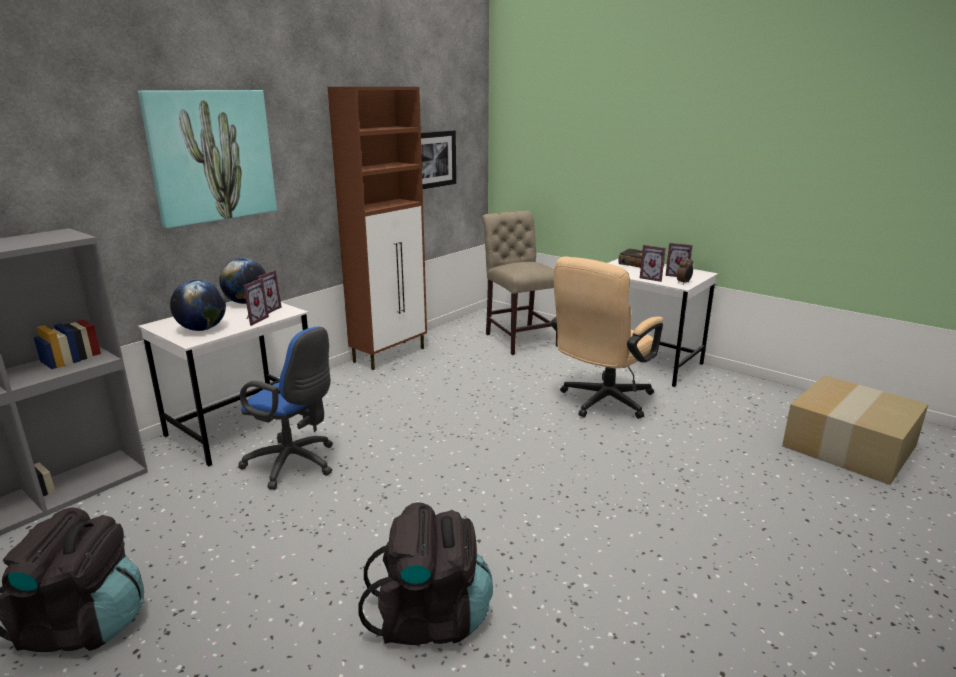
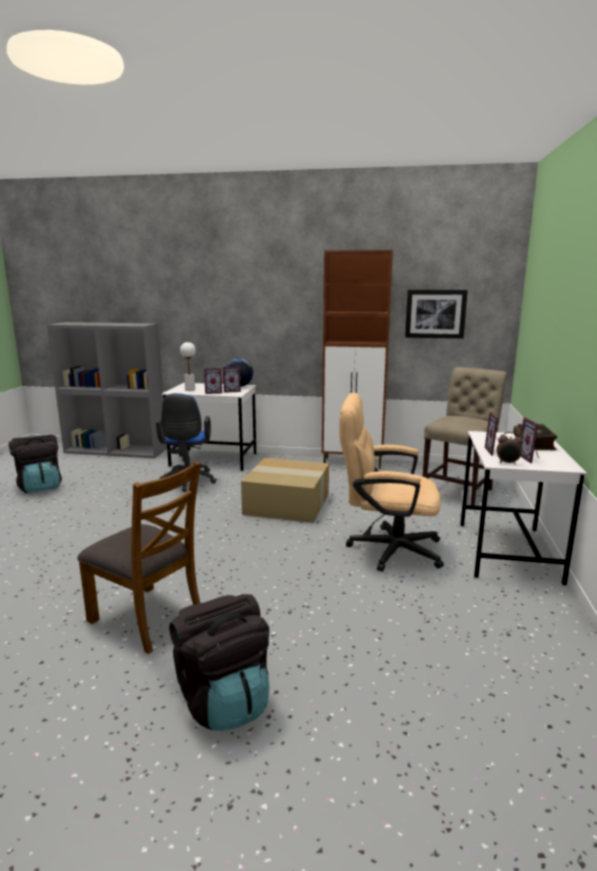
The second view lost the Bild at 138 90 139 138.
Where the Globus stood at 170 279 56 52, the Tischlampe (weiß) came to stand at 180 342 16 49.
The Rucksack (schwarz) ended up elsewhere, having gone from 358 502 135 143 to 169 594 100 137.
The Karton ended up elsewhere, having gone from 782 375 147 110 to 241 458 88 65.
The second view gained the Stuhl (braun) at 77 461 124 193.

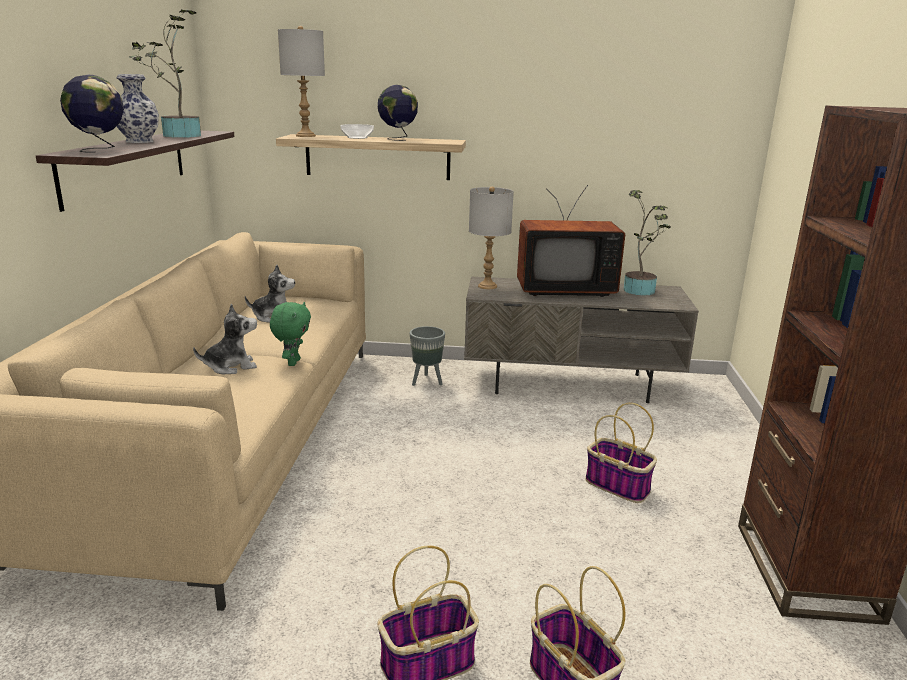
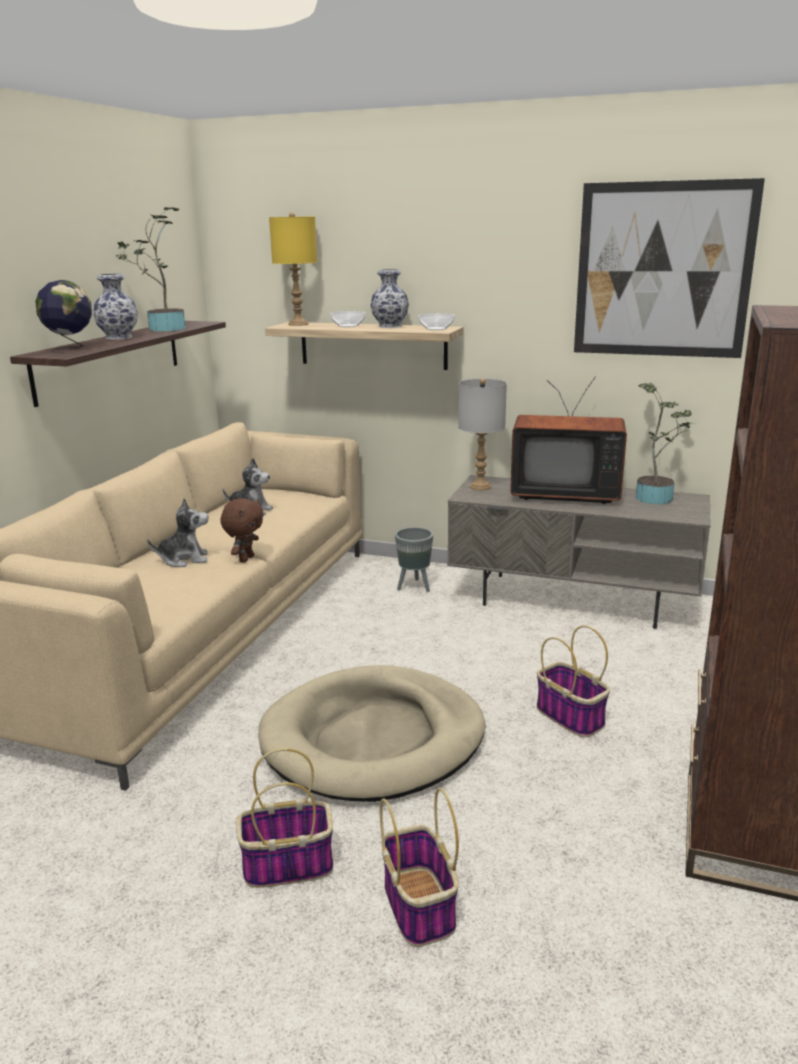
What was the Plüschtier (grün) at 270 302 41 64 turned into the Plüschtier (braun) at 220 498 44 65.
What was the Tischlampe (grau) at 278 26 47 111 turned into the Tischlampe (gelb) at 269 212 48 114.
Where the Globus stood at 378 85 40 56, the Vase came to stand at 371 269 38 59.
The second view gained the Hundebett (beige) at 258 665 227 137.
The second view gained the Schüssel at 418 313 37 17.
The second view gained the Bild at 574 178 191 180.

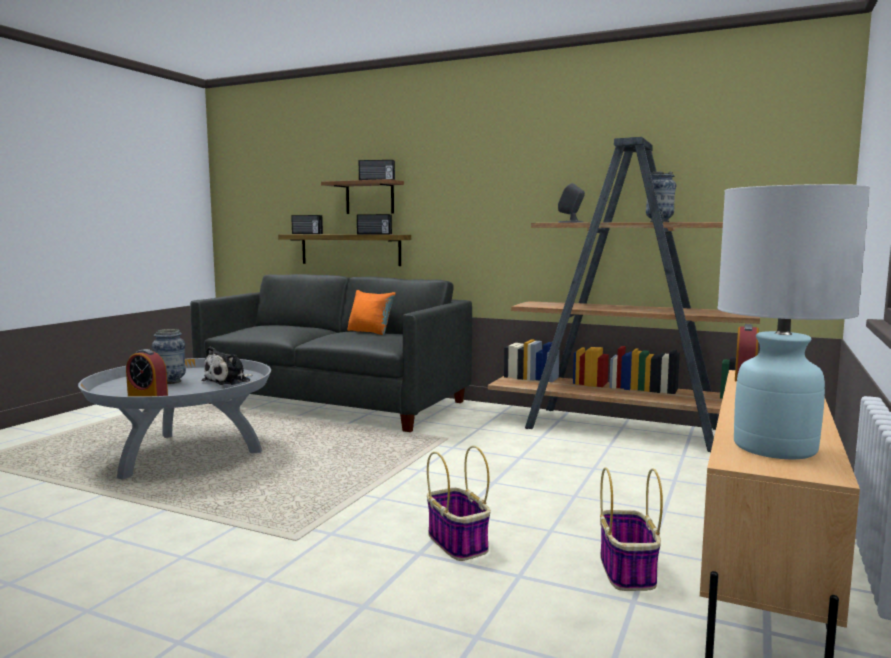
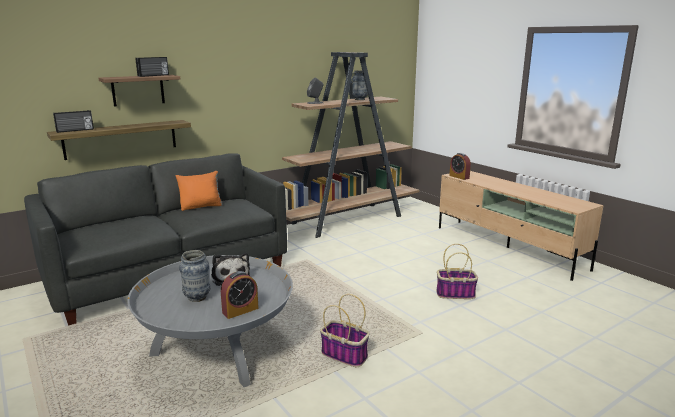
The second view lost the Radio at 357 214 35 20.
The Korb ended up elsewhere, having gone from 600 467 63 124 to 320 294 49 73.
The second view lost the Tischlampe (weiß) at 717 184 153 275.

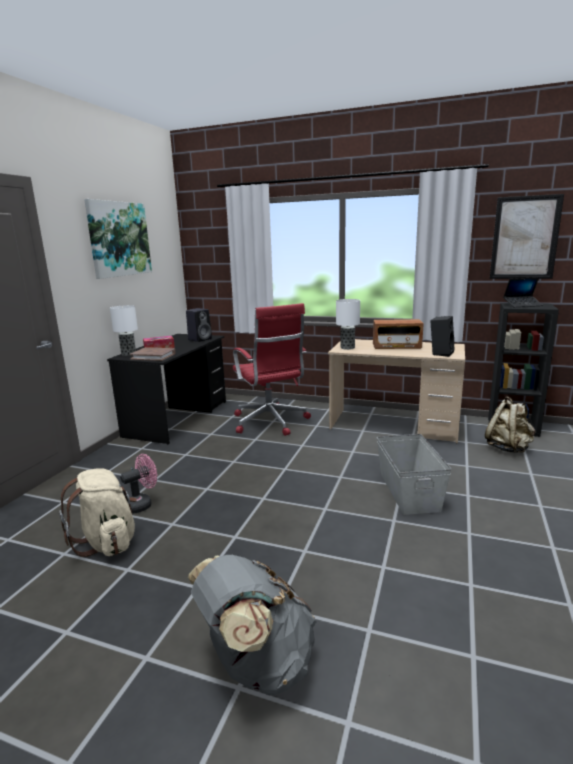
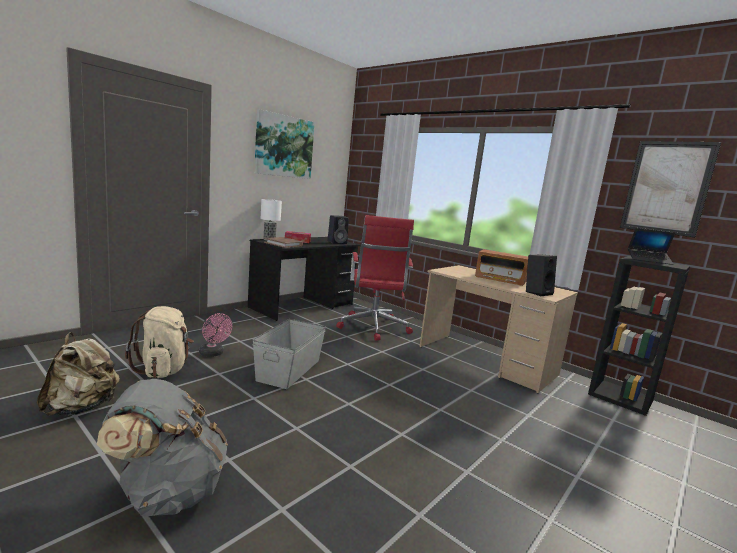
The Ventilator (rosa) at 120 454 37 60 ended up facing another way, 60 degrees clockwise from before.
The second view lost the Tischlampe at 336 299 24 51.
The Aufbewahrungsbox (grau) ended up elsewhere, having gone from 377 434 74 81 to 252 319 74 70.
The Rucksack (beige) ended up elsewhere, having gone from 485 396 50 57 to 37 332 83 84.

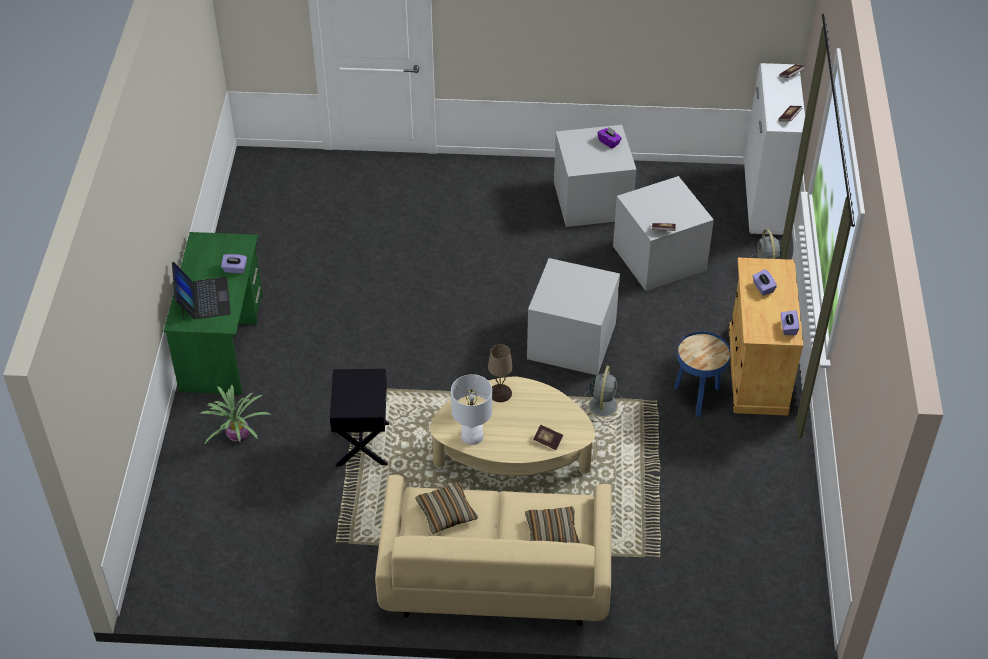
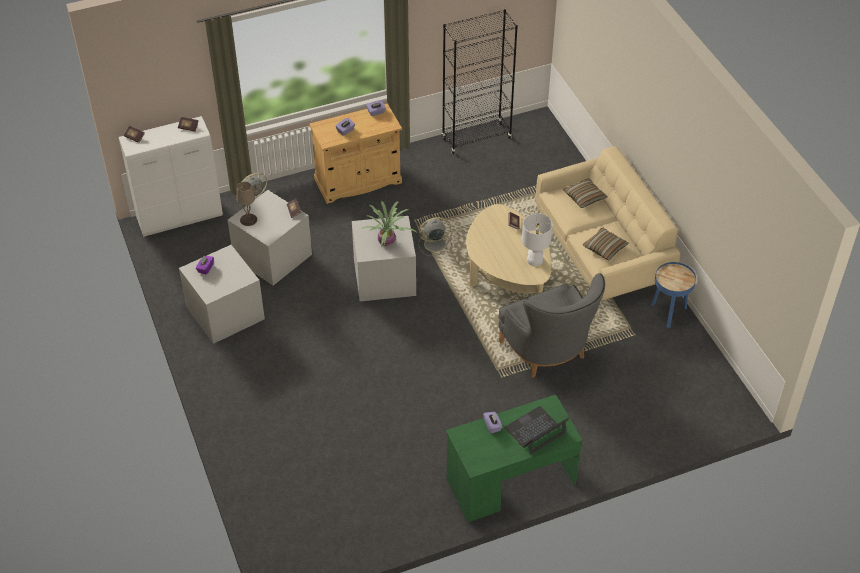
The Topfpflanze ended up elsewhere, having gone from 201 385 70 60 to 361 201 57 47.
Where the Beistelltisch (schwarz) stood at 330 369 59 97, the Sessel (grau) came to stand at 498 273 107 105.
The Tischlampe (beige) ended up elsewhere, having gone from 488 344 25 58 to 237 182 20 44.
The Beistelltisch (blau) ended up elsewhere, having gone from 674 332 57 85 to 651 262 45 66.
The second view gained the Bücherregal (schwarz) at 442 9 76 145.

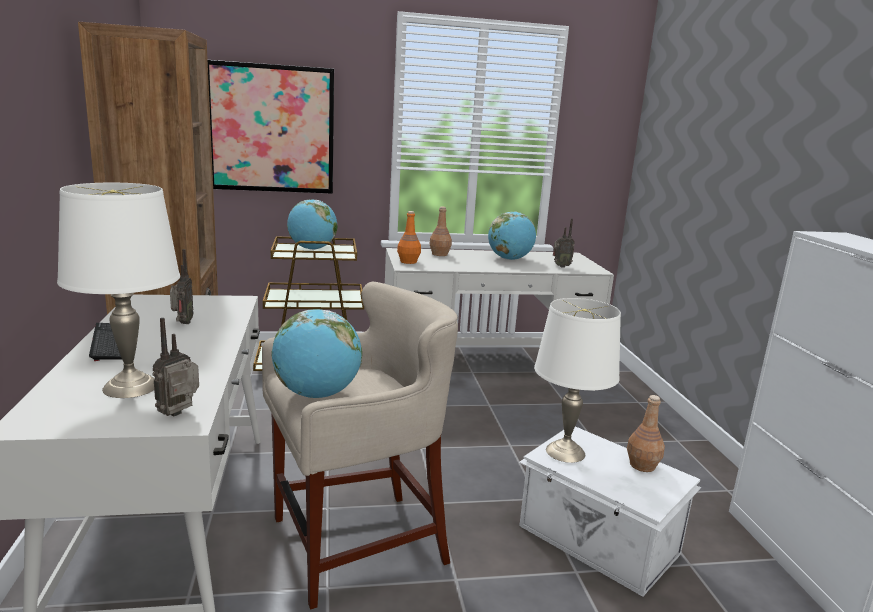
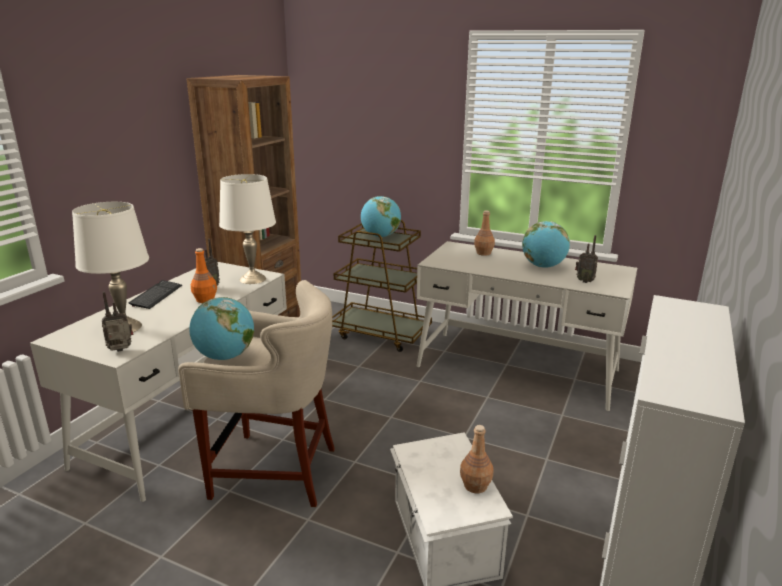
The second view lost the Bild at 208 60 126 134.
The Flasche (orange) ended up elsewhere, having gone from 397 211 24 53 to 191 248 26 55.
The Tischlampe (weiß) ended up elsewhere, having gone from 534 298 87 165 to 219 174 57 110.

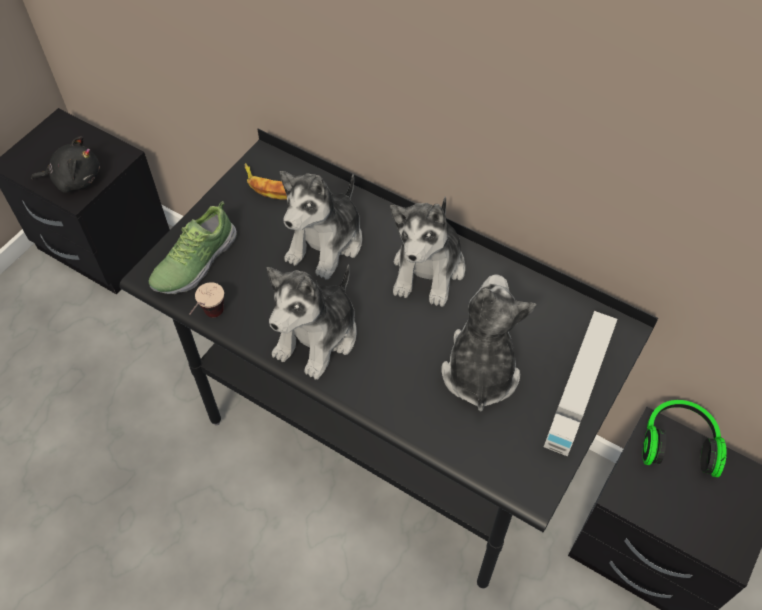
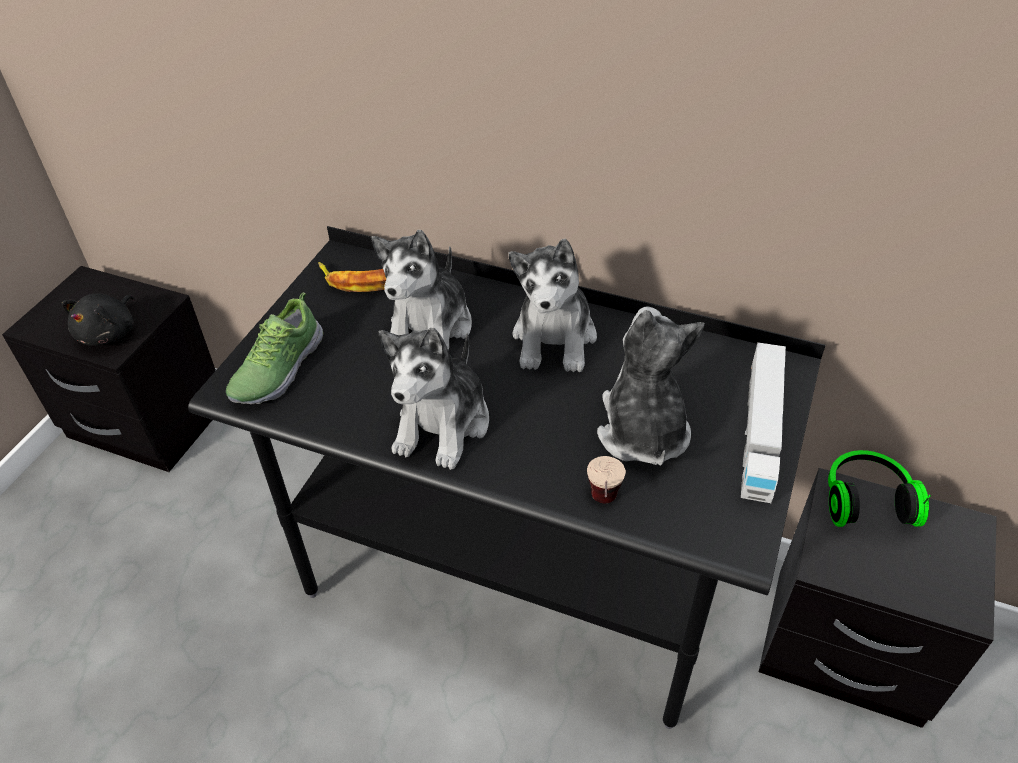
The Plüschtier (schwarz) at 31 136 69 57 ended up facing another way, 120 degrees clockwise from before.
The Tasse ended up elsewhere, having gone from 189 282 35 36 to 587 456 39 47.

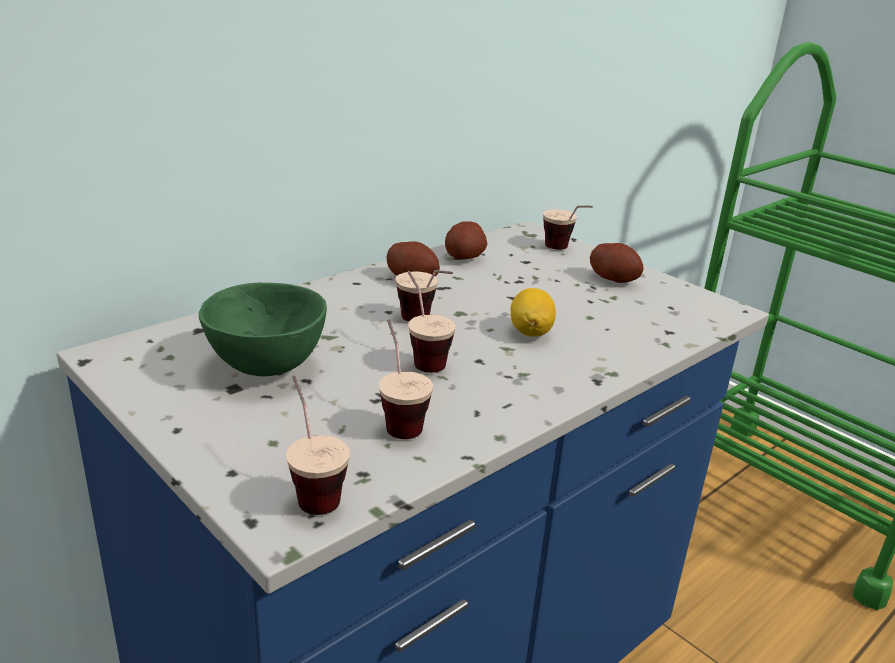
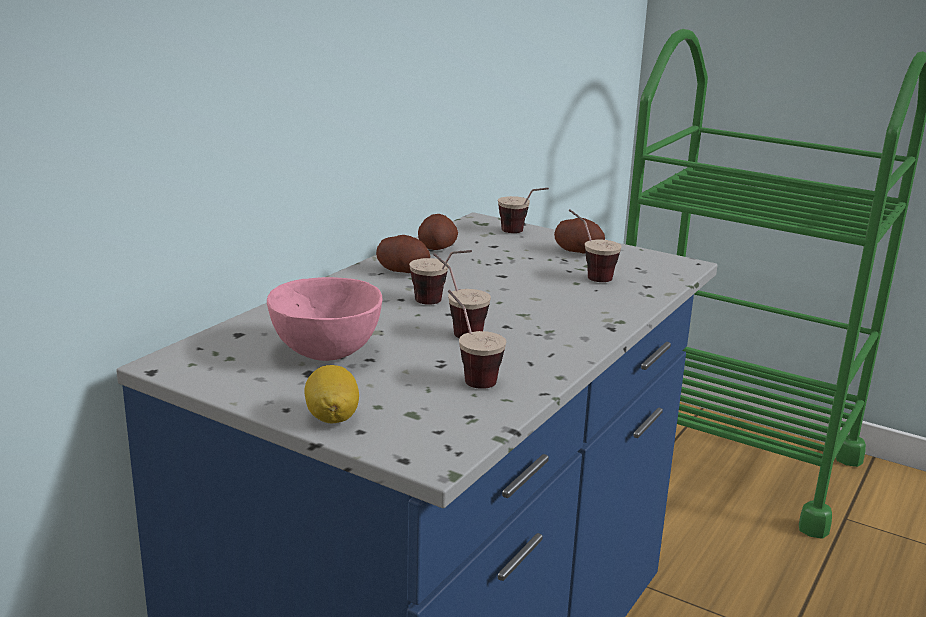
What was the Schüssel (grün) at 199 282 128 94 turned into the Schüssel (rosa) at 267 277 116 84.
The Tasse ended up elsewhere, having gone from 286 375 64 140 to 569 209 52 73.
The Zitrone ended up elsewhere, having gone from 511 288 45 49 to 304 365 55 58.

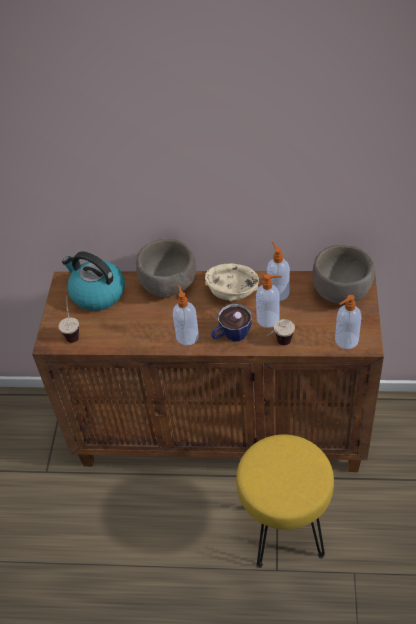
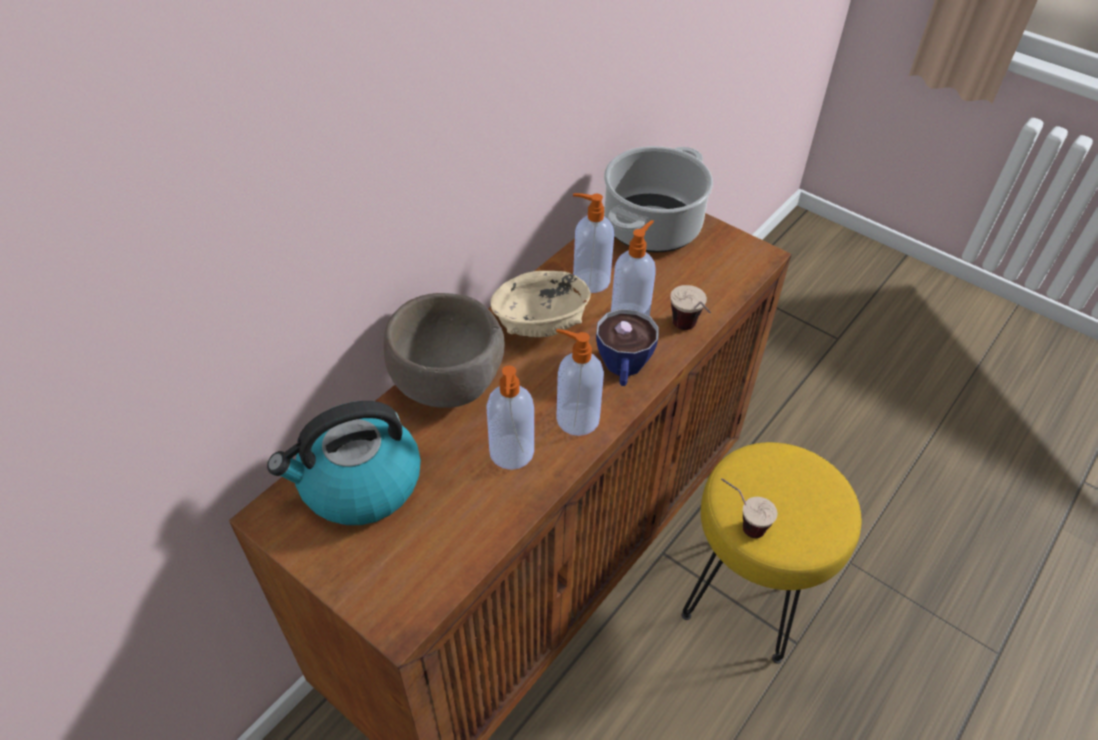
The Tasse ended up elsewhere, having gone from 58 296 21 47 to 721 478 57 60.
Where the Schüssel (braun) stood at 312 245 63 59, the Kochtopf came to stand at 604 146 109 107.
The Seifenspender ended up elsewhere, having gone from 335 295 27 54 to 486 365 48 105.

